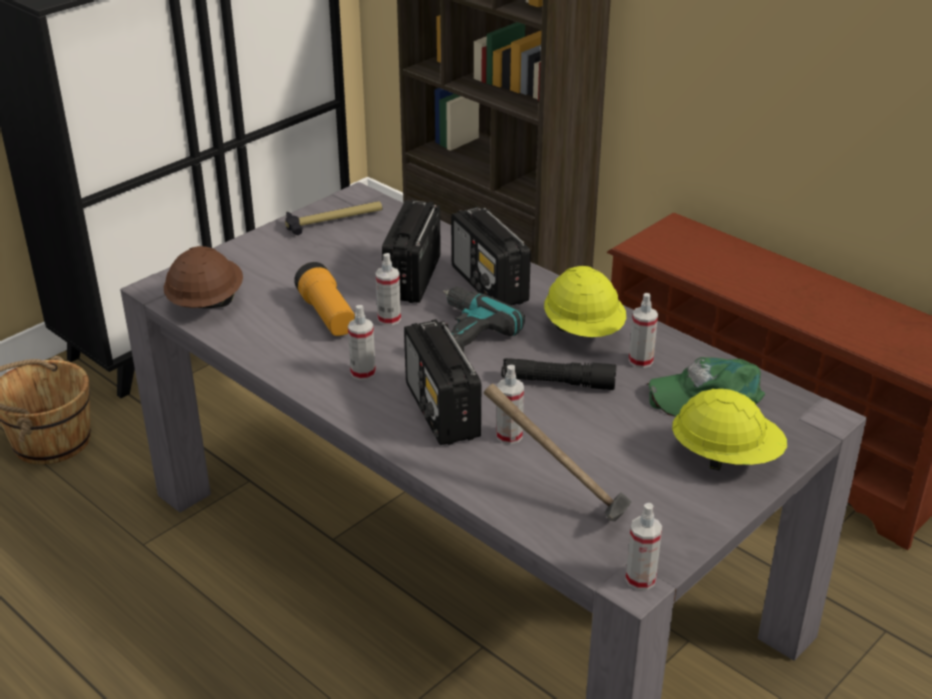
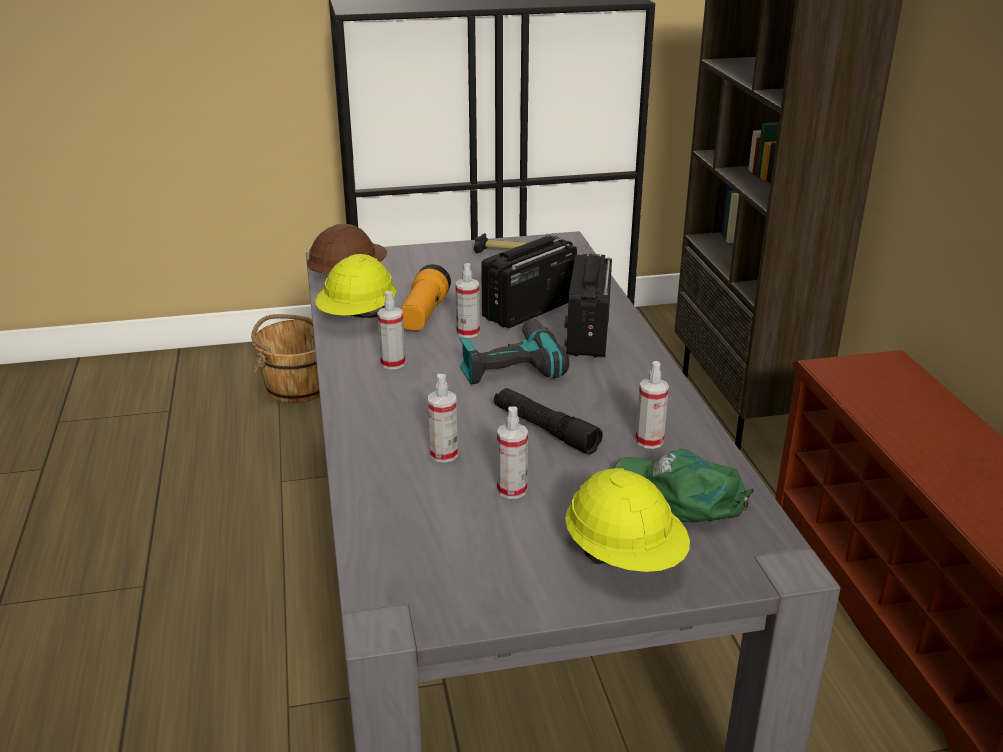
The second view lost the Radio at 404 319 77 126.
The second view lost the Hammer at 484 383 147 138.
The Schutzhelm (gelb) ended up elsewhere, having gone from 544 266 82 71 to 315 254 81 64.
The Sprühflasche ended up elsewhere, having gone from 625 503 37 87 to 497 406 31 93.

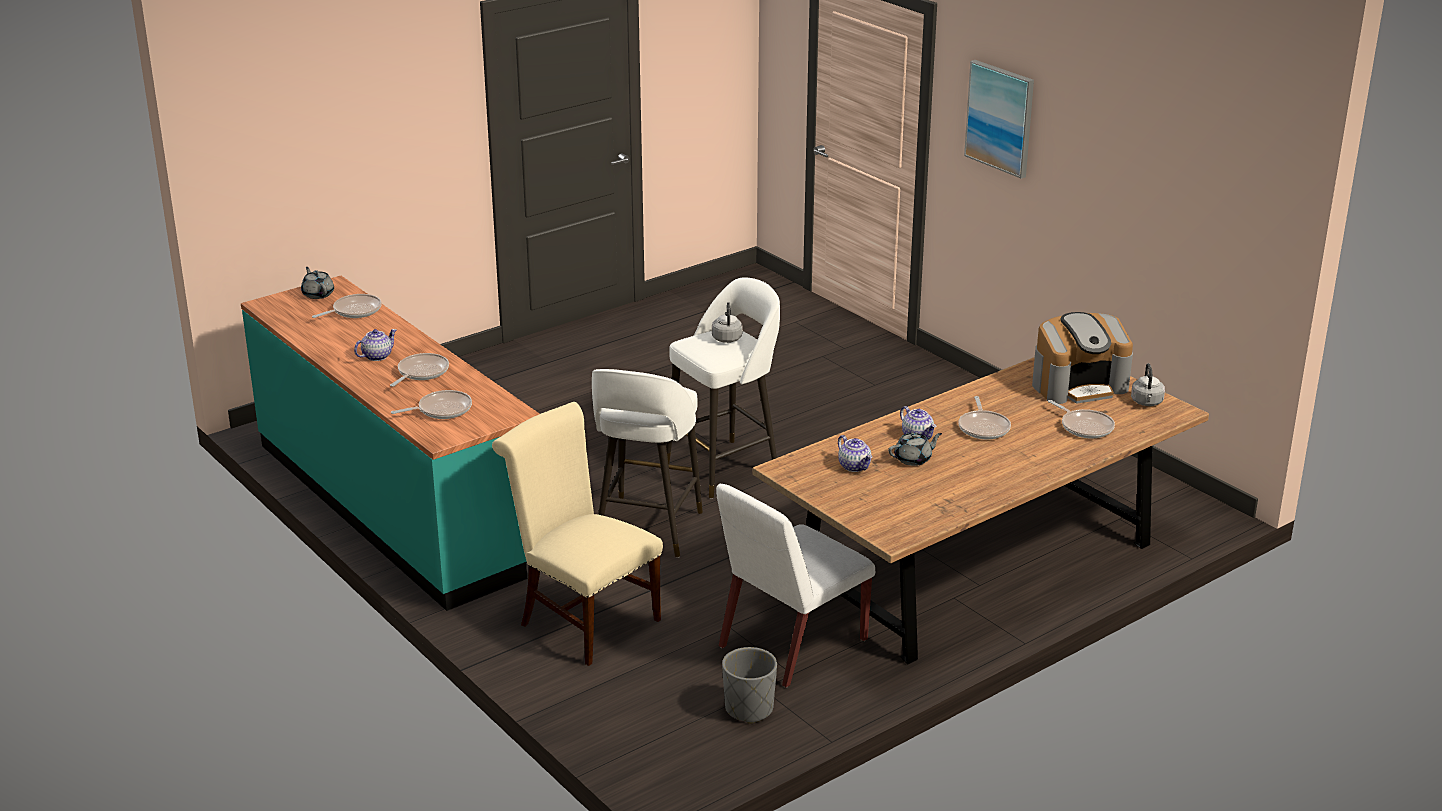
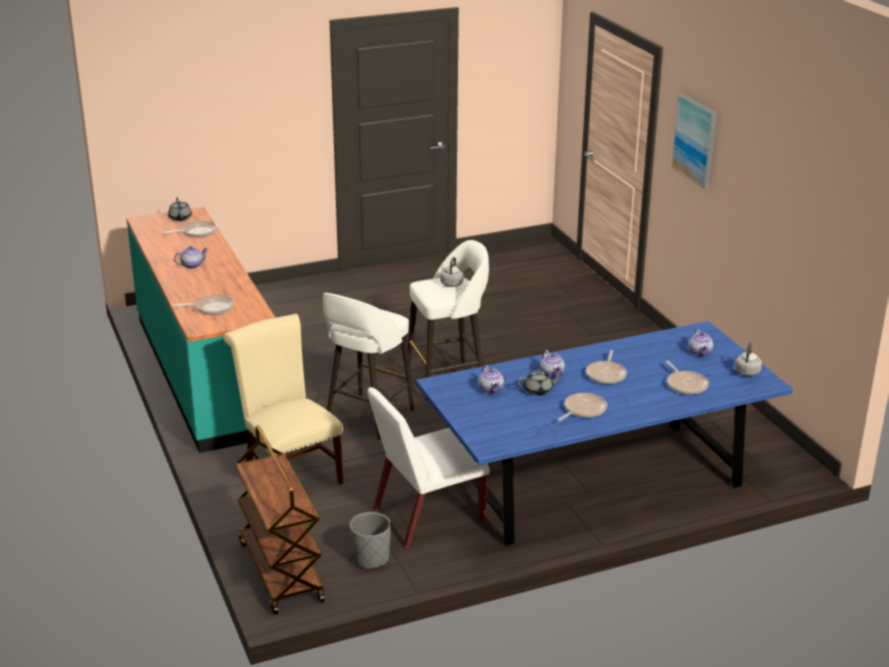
The Pfanne ended up elsewhere, having gone from 390 353 59 34 to 557 393 50 28.
What was the Esstisch (braun) at 753 357 456 307 turned into the Esstisch (blau) at 416 321 377 225.
Where the Kaffeemaschine stood at 1032 312 101 92, the Teekanne came to stand at 689 329 24 28.
The second view gained the Rollwagen (braun) at 235 425 90 190.

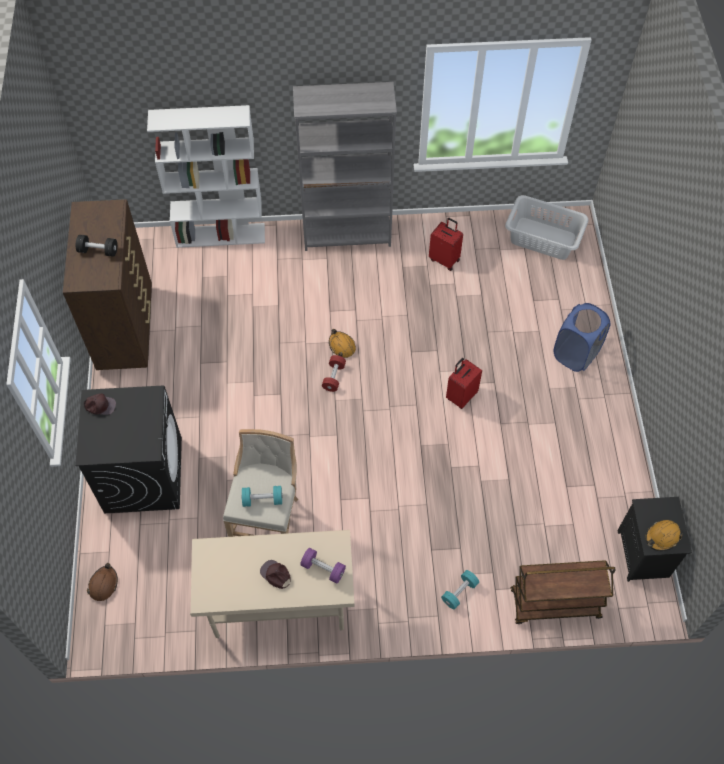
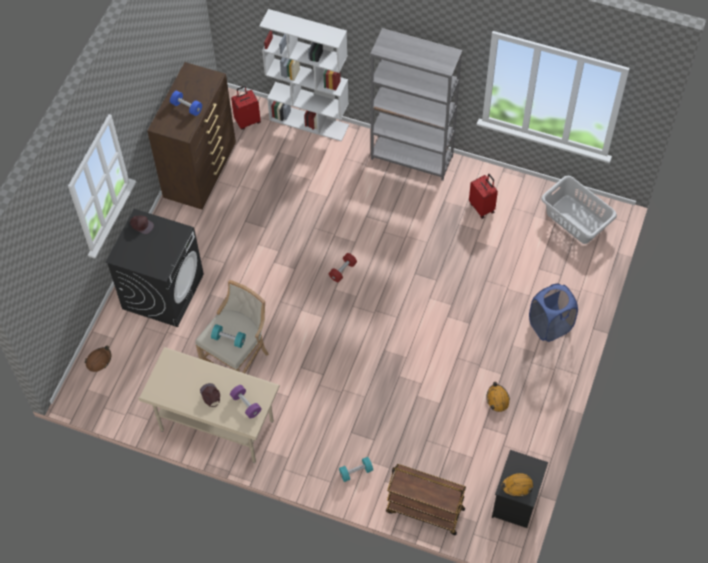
What was the Hantel (schwarz) at 76 235 41 22 turned into the Hantel (blau) at 170 91 32 25.
The Schutzhelm (orange) ended up elsewhere, having gone from 329 329 27 29 to 486 382 24 30.
The Koffer (rot) ended up elsewhere, having gone from 446 358 36 51 to 231 86 30 44.

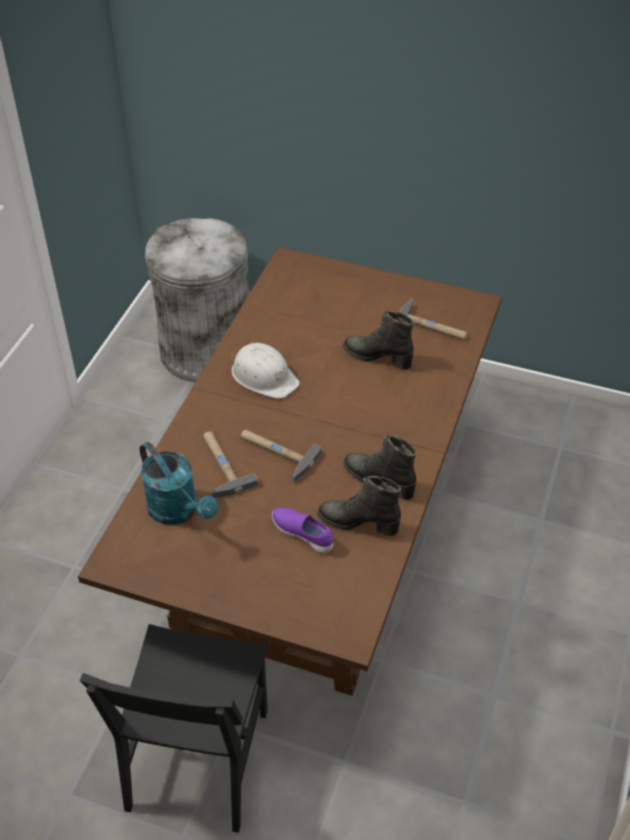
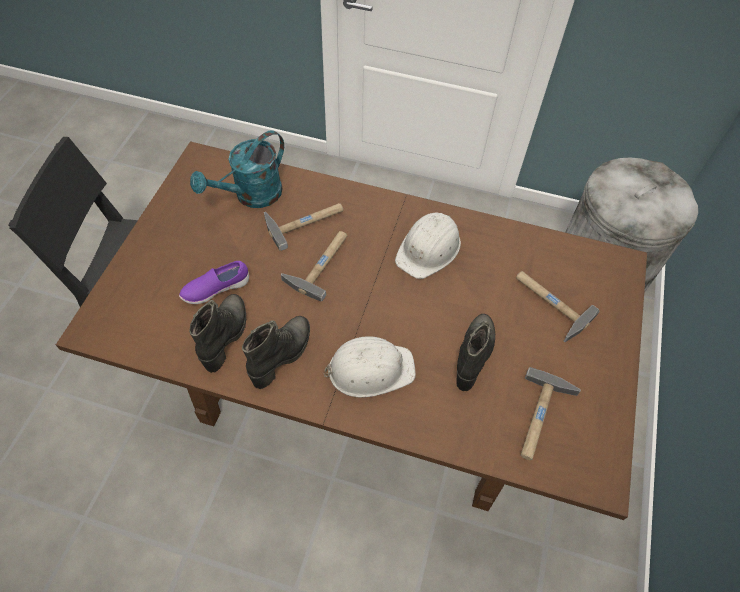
The Schuh (lila) at 272 508 61 45 ended up facing another way, 150 degrees counterclockwise from before.
The second view gained the Schutzhelm (weiß) at 323 336 93 62.
The second view gained the Hammer at 516 271 84 71.

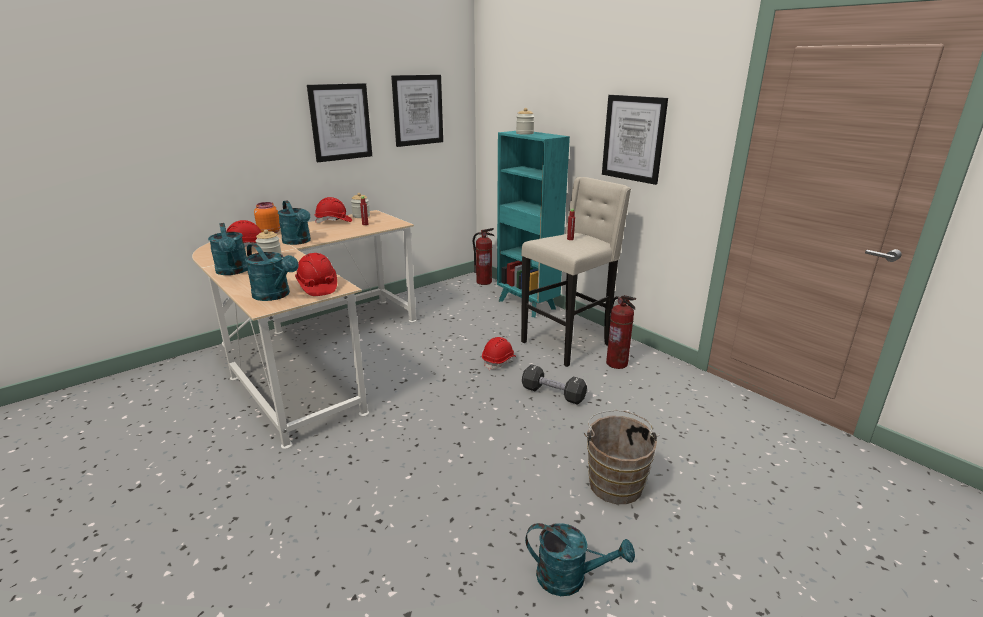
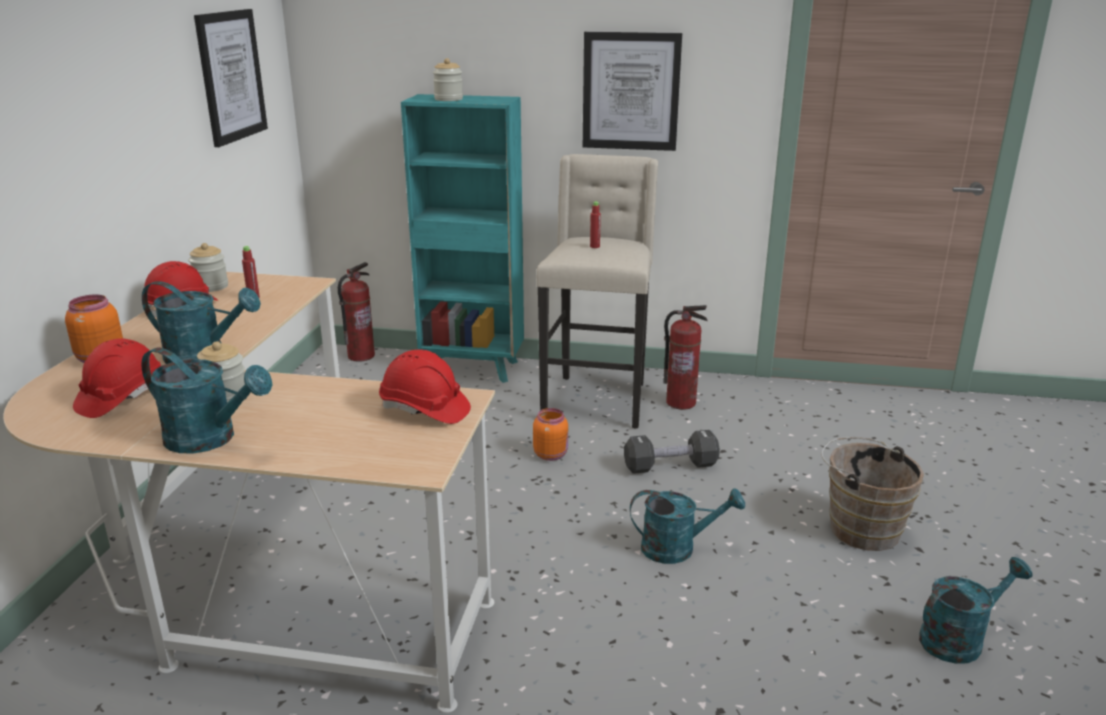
The Gießkanne (türkis) ended up elsewhere, having gone from 245 243 54 58 to 630 488 115 76.
The second view lost the Bild at 307 83 65 79.
Where the Schutzhelm (rot) stood at 482 337 34 33, the Vorratsglas (orange) came to stand at 533 408 35 53.

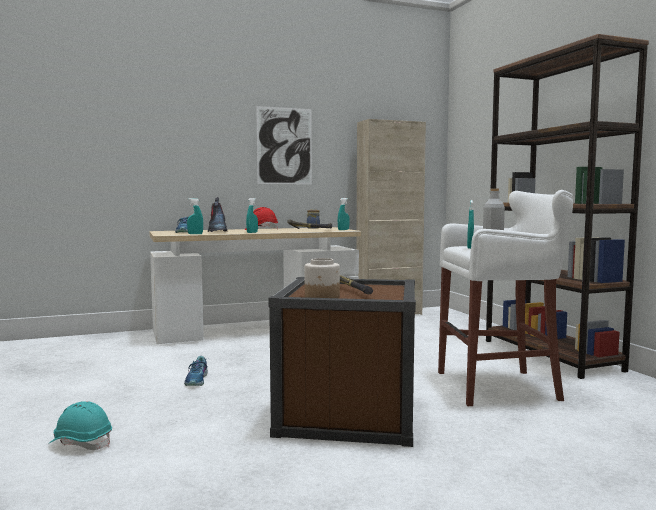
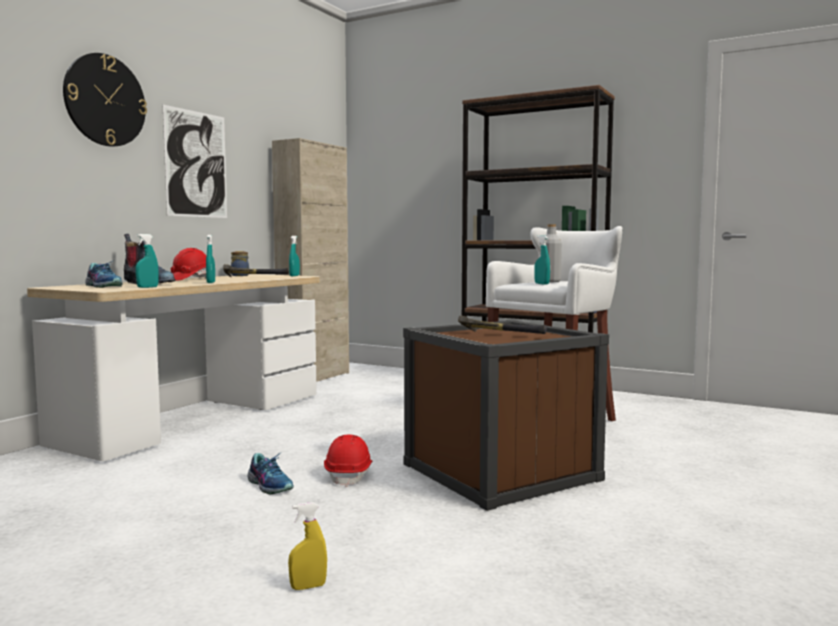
Where the Schutzhelm (türkis) stood at 48 401 64 49, the Sprühflasche (gelb) came to stand at 288 502 39 88.
The second view lost the Vorratsglas at 305 258 35 40.
The second view gained the Wanduhr at 63 53 84 94.
The second view gained the Schutzhelm (rot) at 324 434 48 53.

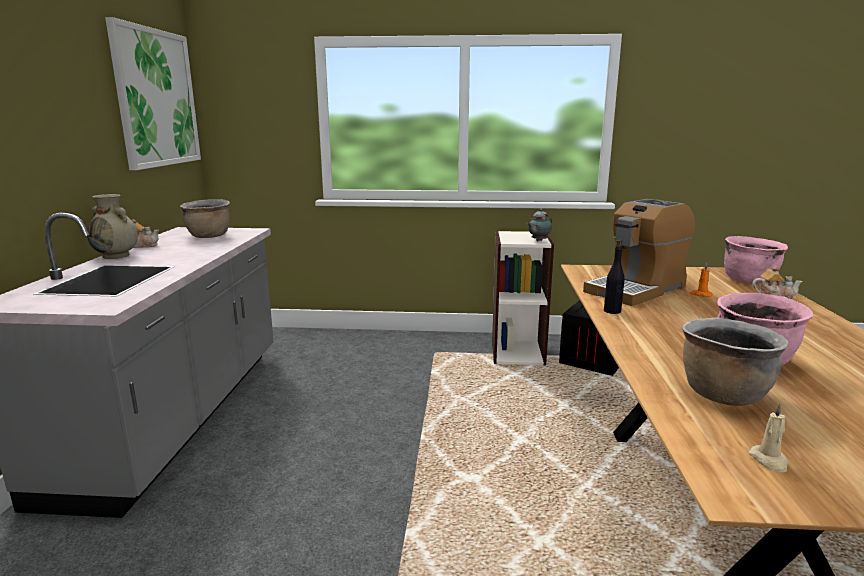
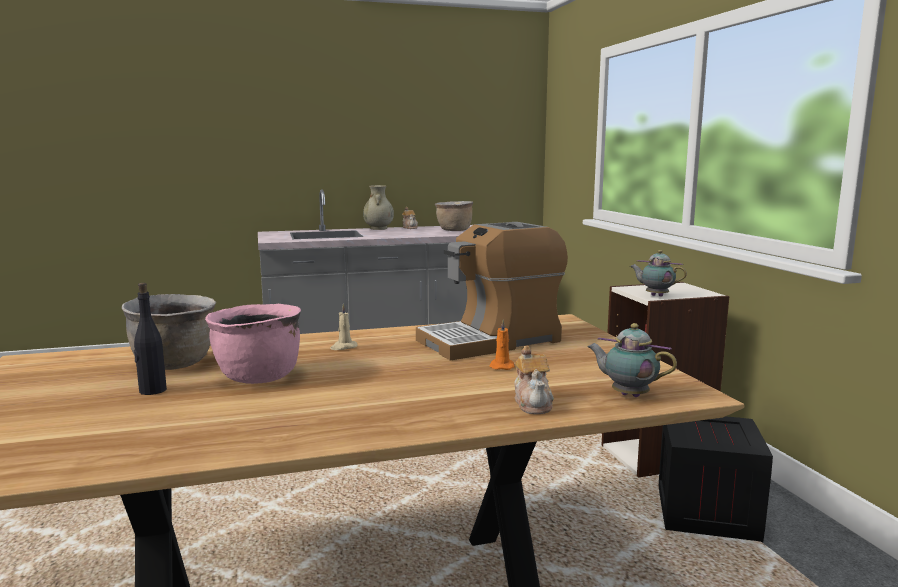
The second view lost the Bild at 105 17 96 153.
The Kaffeemaschine at 583 199 112 107 ended up facing another way, 60 degrees counterclockwise from before.
The Flasche (schwarz) ended up elsewhere, having gone from 604 240 20 74 to 134 283 33 112.
Where the Kochtopf (rosa) stood at 724 236 64 48, the Teekanne came to stand at 587 323 90 74.
The Kerze (beige) ended up elsewhere, having gone from 748 403 41 69 to 330 304 28 46.

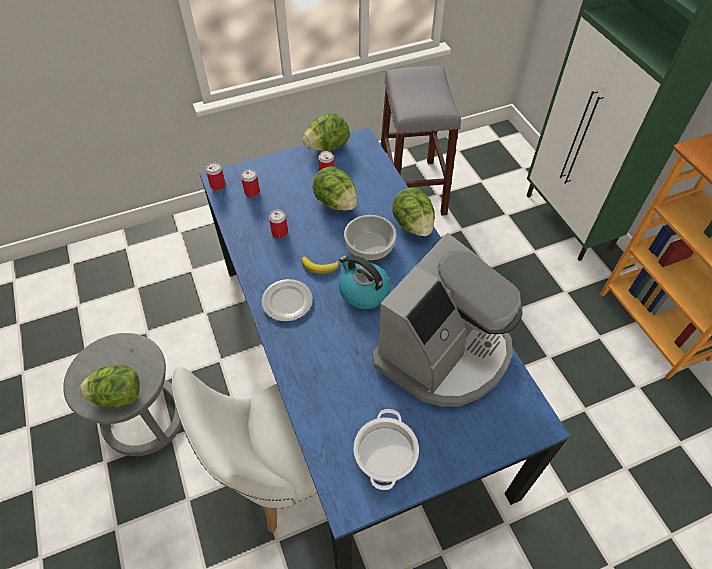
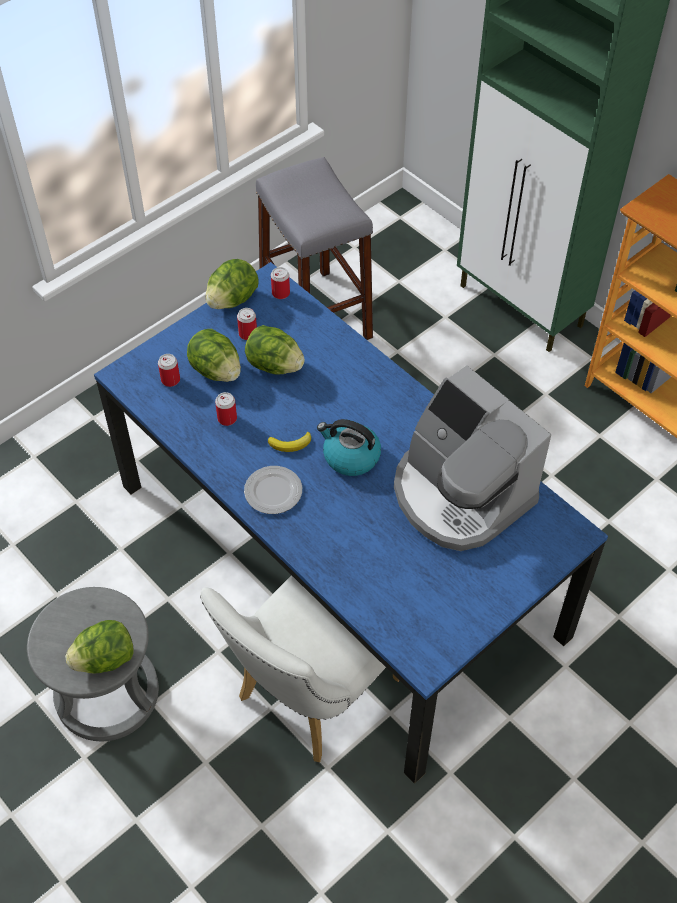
The Dose ended up elsewhere, having gone from 206 163 20 28 to 271 267 19 32.
The second view lost the Schüssel at 344 215 53 47.
The second view lost the Kochtopf at 354 409 65 81.
The Kaffeemaschine at 372 233 151 174 ended up facing another way, 120 degrees clockwise from before.
The Salatkopf ended up elsewhere, having gone from 392 187 43 49 to 187 329 54 53.

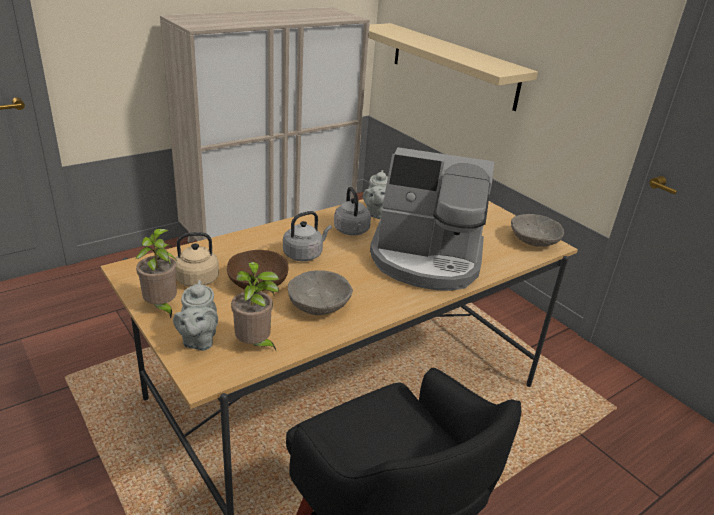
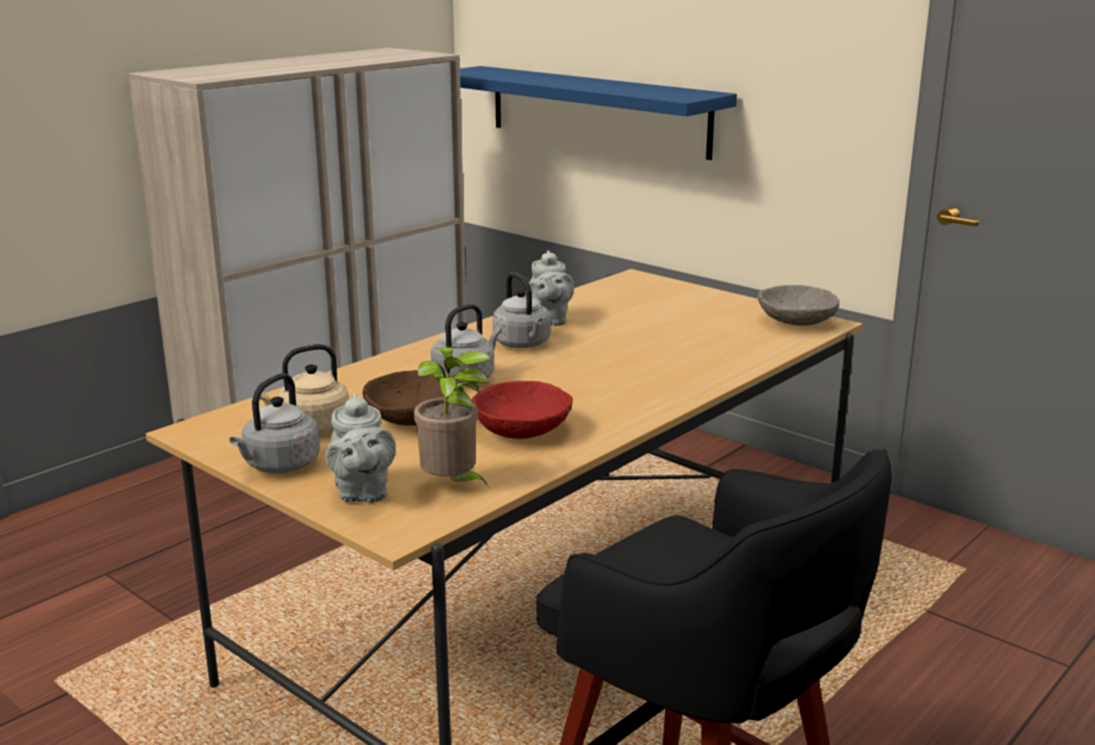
Where the Topfpflanze stood at 135 229 42 89, the Wasserkessel (grau) came to stand at 230 373 90 100.
What was the Schüssel (grau) at 288 270 65 45 turned into the Schüssel (rot) at 472 381 101 58.
What was the Wandregal (beige) at 369 23 169 88 turned into the Wandregal (blau) at 460 66 277 94.
The second view lost the Kaffeemaschine at 370 147 124 144.

